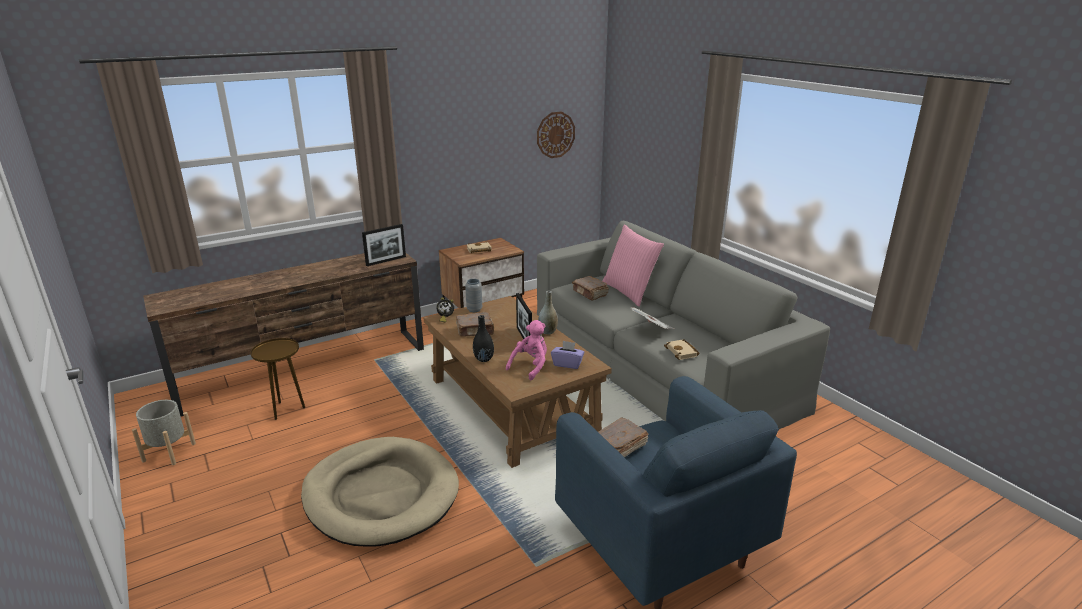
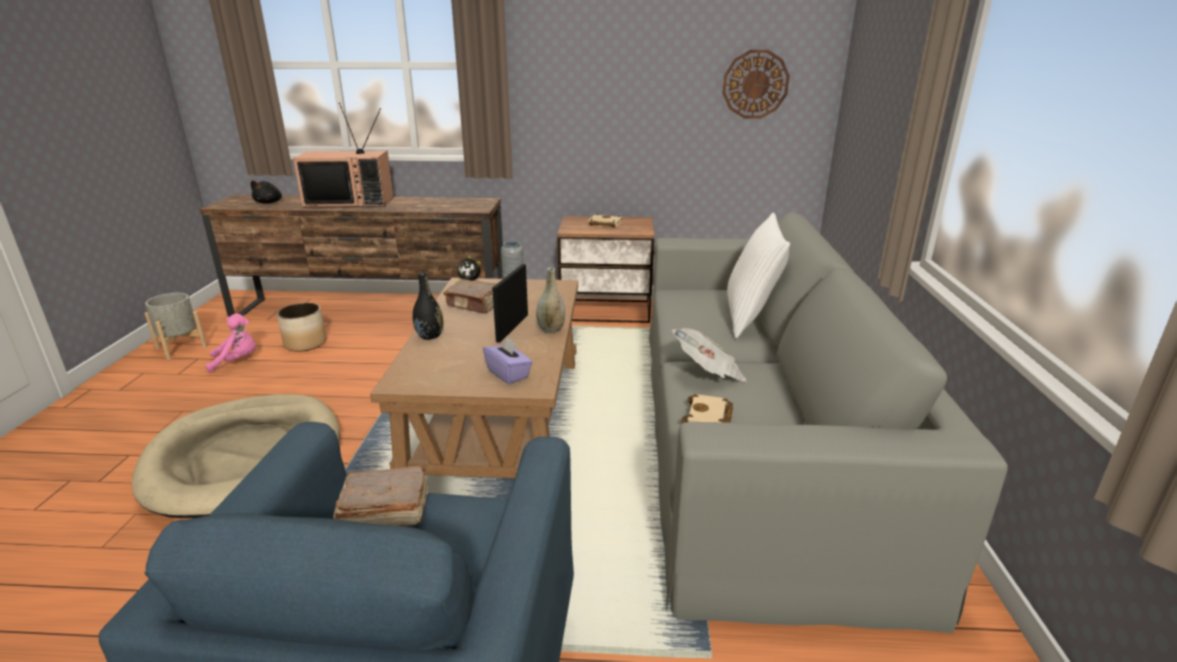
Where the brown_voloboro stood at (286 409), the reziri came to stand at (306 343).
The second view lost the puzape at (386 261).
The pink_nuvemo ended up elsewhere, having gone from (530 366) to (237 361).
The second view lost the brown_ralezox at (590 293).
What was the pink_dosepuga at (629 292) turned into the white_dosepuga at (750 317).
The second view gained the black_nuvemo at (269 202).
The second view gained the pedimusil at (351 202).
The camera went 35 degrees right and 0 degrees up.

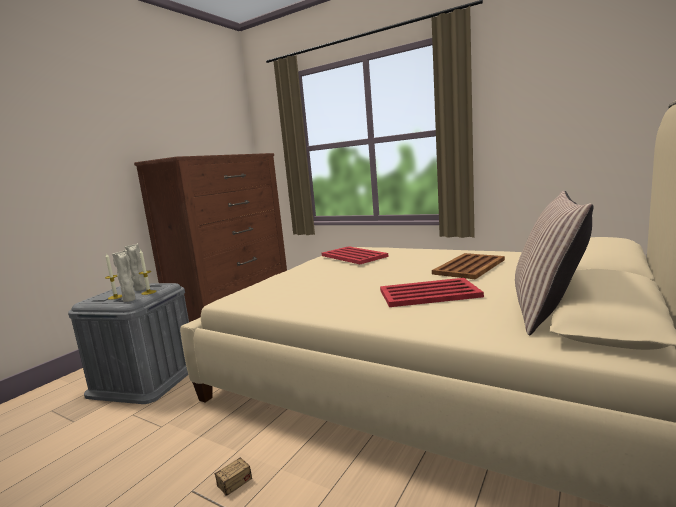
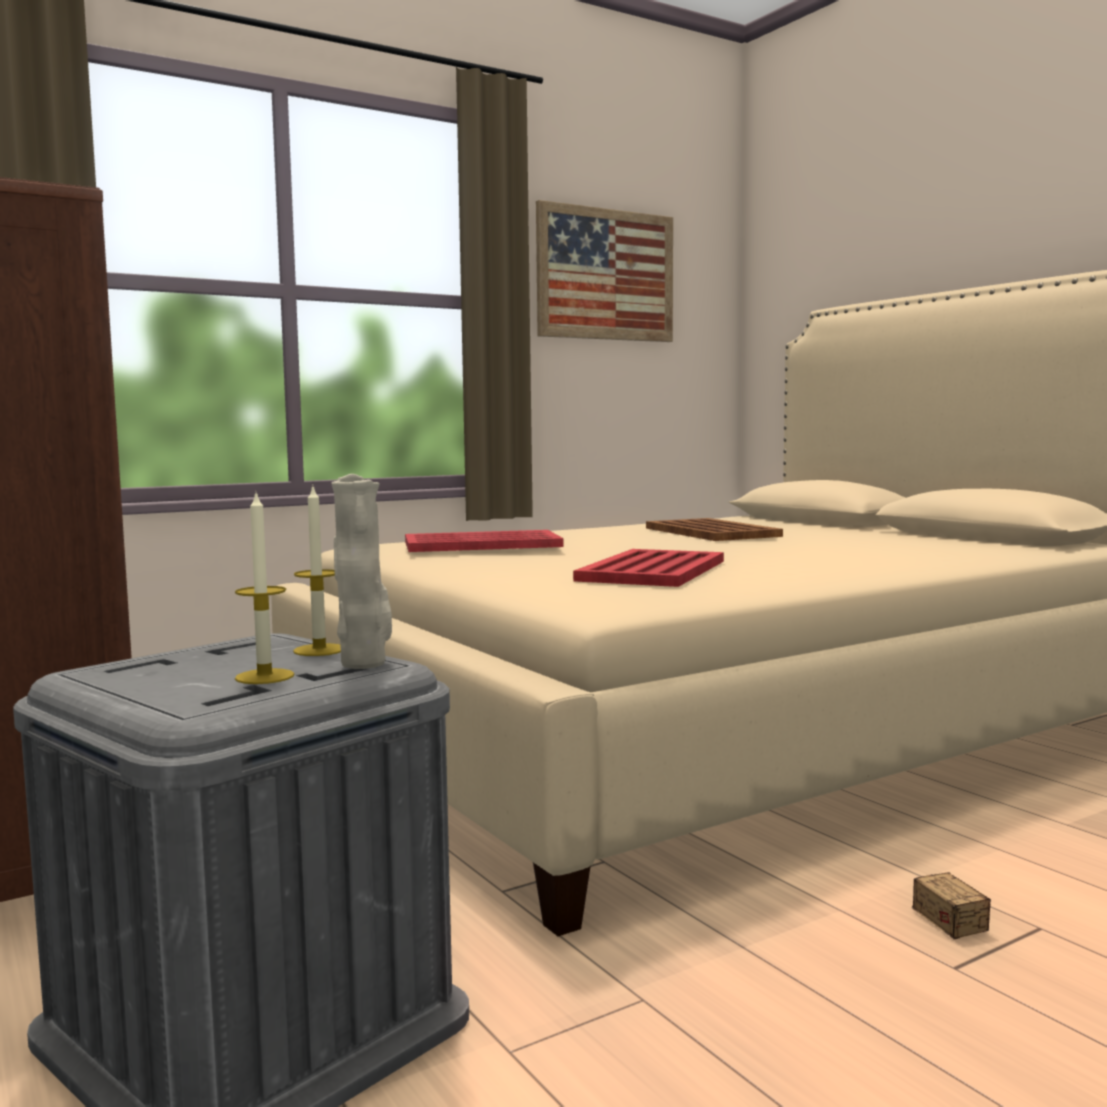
The second view lost the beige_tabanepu at (140 289).
The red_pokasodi ended up elsewhere, having gone from (428 294) to (651 571).
The second view lost the dosepuga at (546 311).
The second view gained the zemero at (605 275).
The camera went 65 degrees left and 5 degrees down.

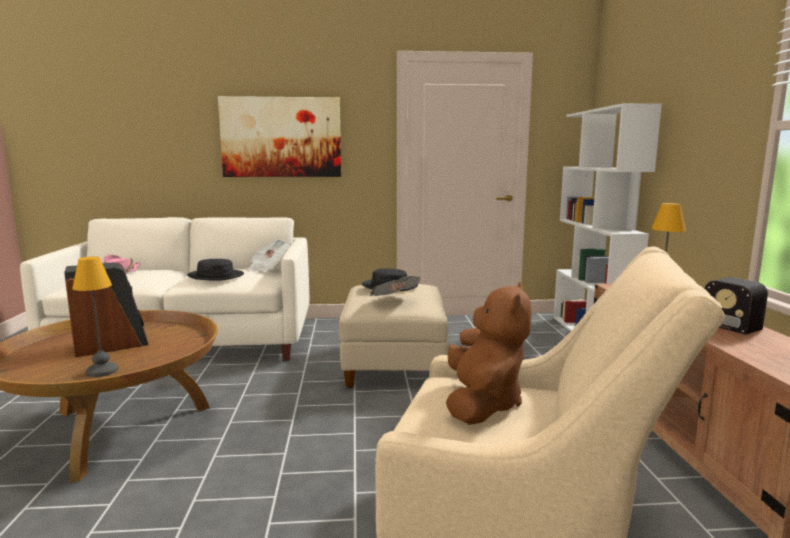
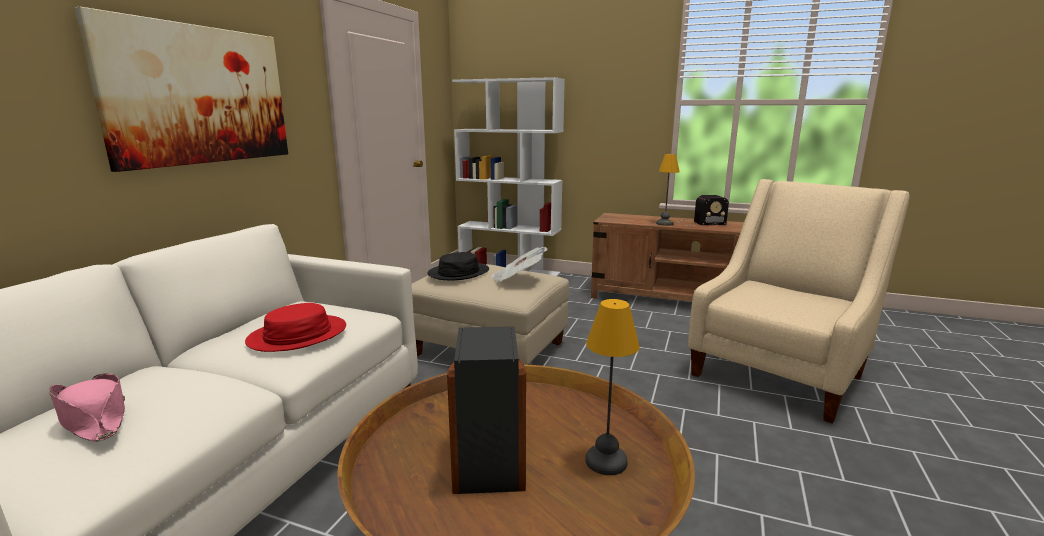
What was the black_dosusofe at (215 276) turned into the red_dosusofe at (298 335).
The second view lost the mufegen at (269 267).
The second view lost the brown_nuvemo at (482 404).
The camera went 65 degrees left and 5 degrees up.

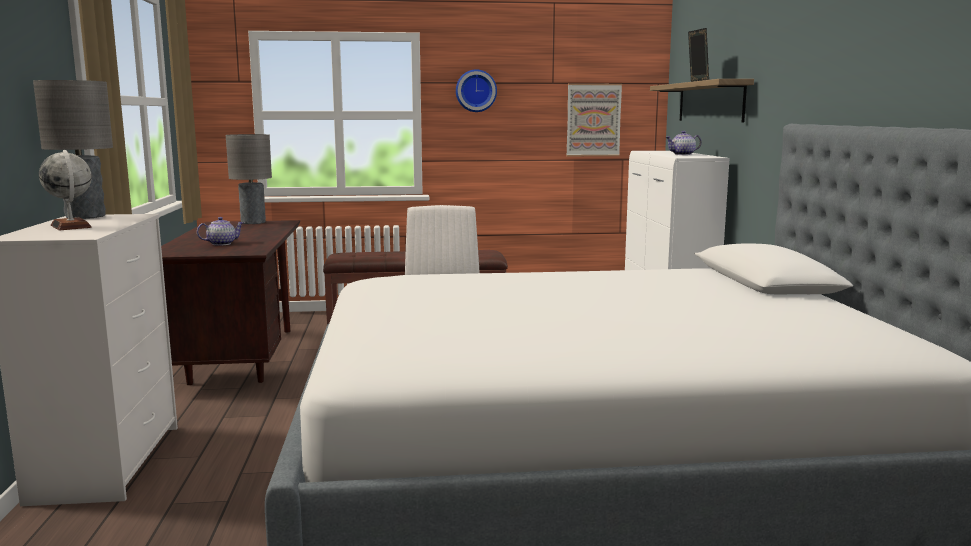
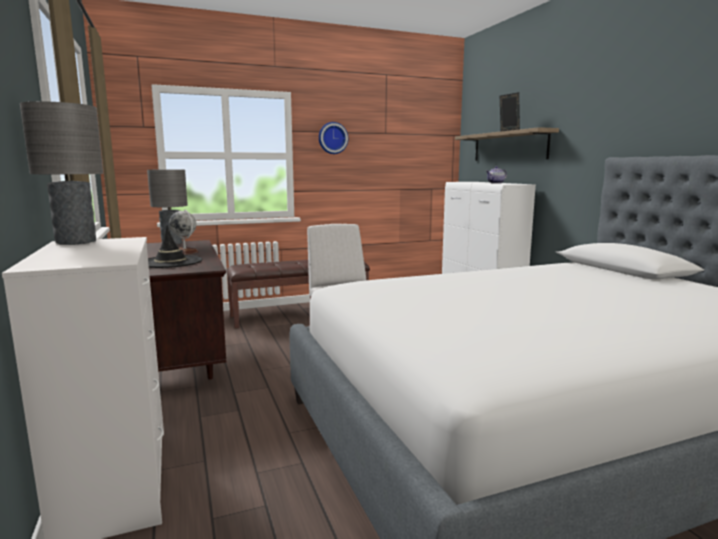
The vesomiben ended up elsewhere, having gone from (71 226) to (185 252).
Where the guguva stood at (222 244), the black_dosusofe came to stand at (170 262).
The second view lost the zemero at (593 120).
The camera went 15 degrees left and 0 degrees up.

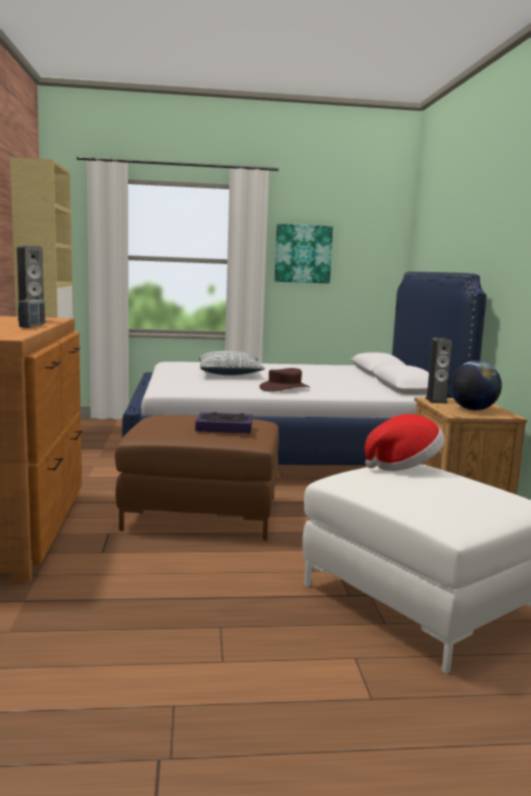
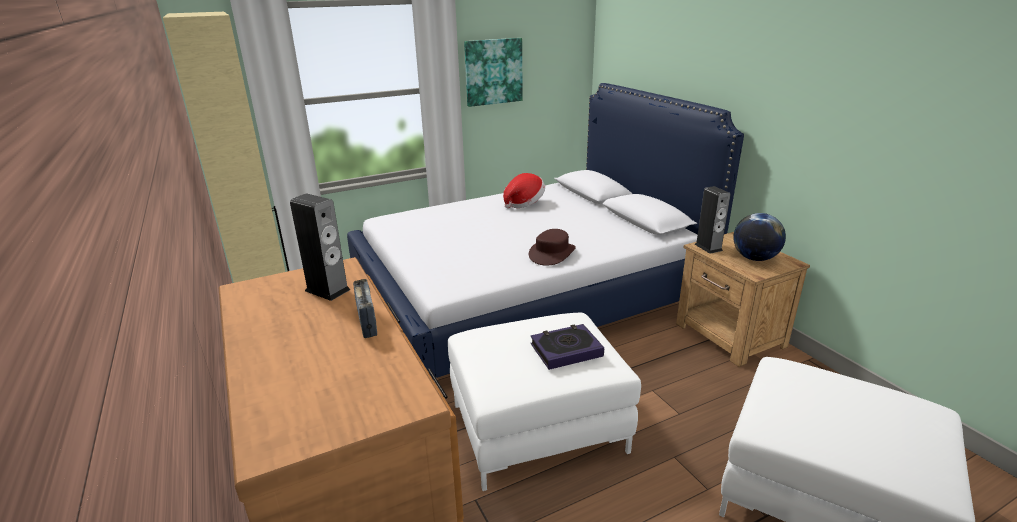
What was the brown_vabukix at (202 513) turned into the white_vabukix at (537 427).
The second view lost the dosepuga at (230 374).
The dosusofe ended up elsewhere, having gone from (404 466) to (524 203).
The camera went 20 degrees left and 15 degrees up.

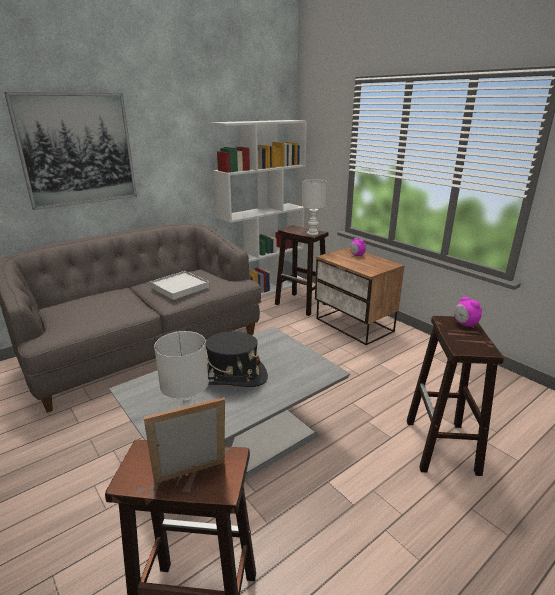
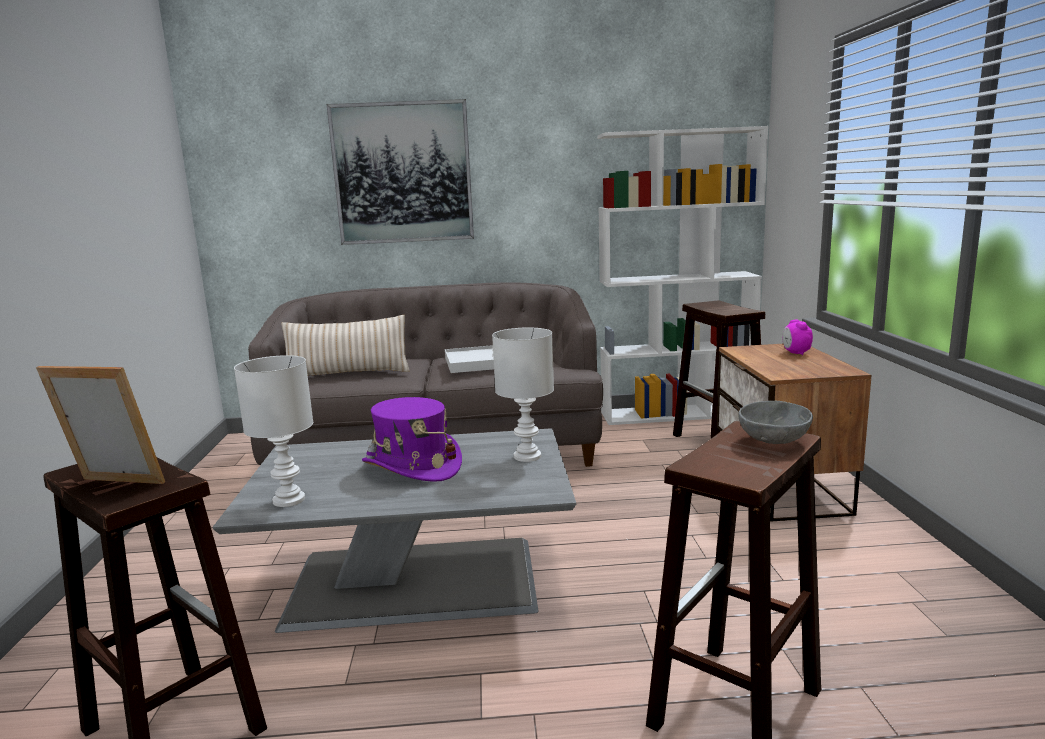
What was the black_dosusofe at (233 377) turned into the purple_dosusofe at (412 466).
The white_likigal ended up elsewhere, having gone from (313 233) to (528 457).
Where the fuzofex stood at (465 324), the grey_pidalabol came to stand at (775 440).
The second view gained the beige_dosepuga at (348 374).
The camera went 35 degrees right and 10 degrees down.

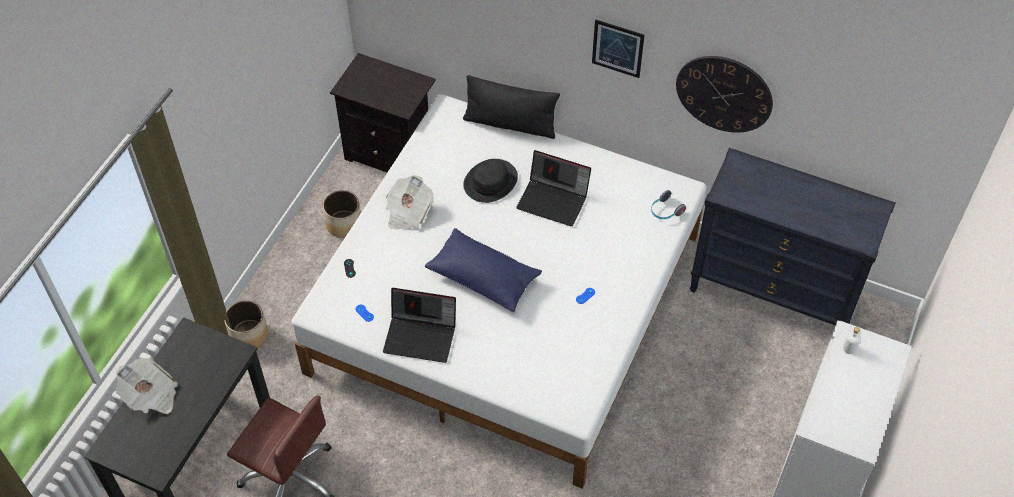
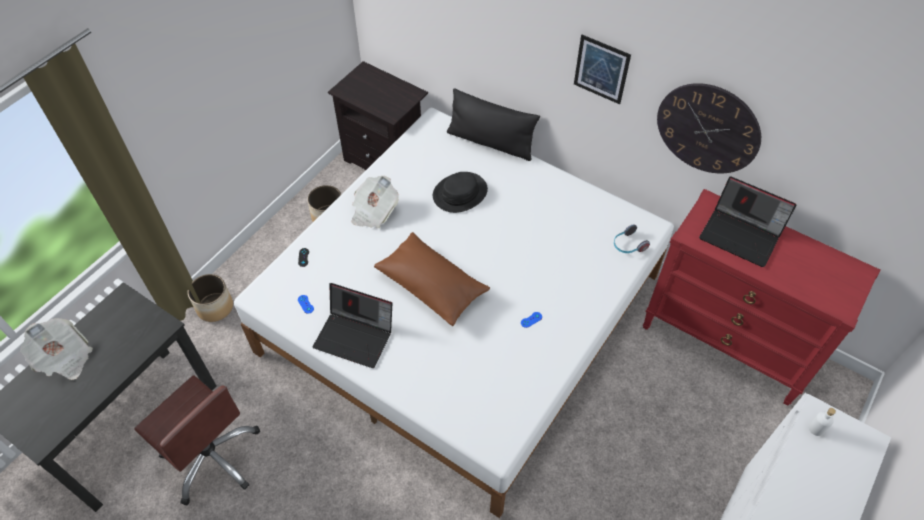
What was the blue_dosepuga at (483 278) turned into the brown_dosepuga at (432 286).
The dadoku ended up elsewhere, having gone from (554 200) to (741 235).
What was the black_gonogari at (774 293) turned into the red_gonogari at (727 342).
The camera went 10 degrees right and 0 degrees up.

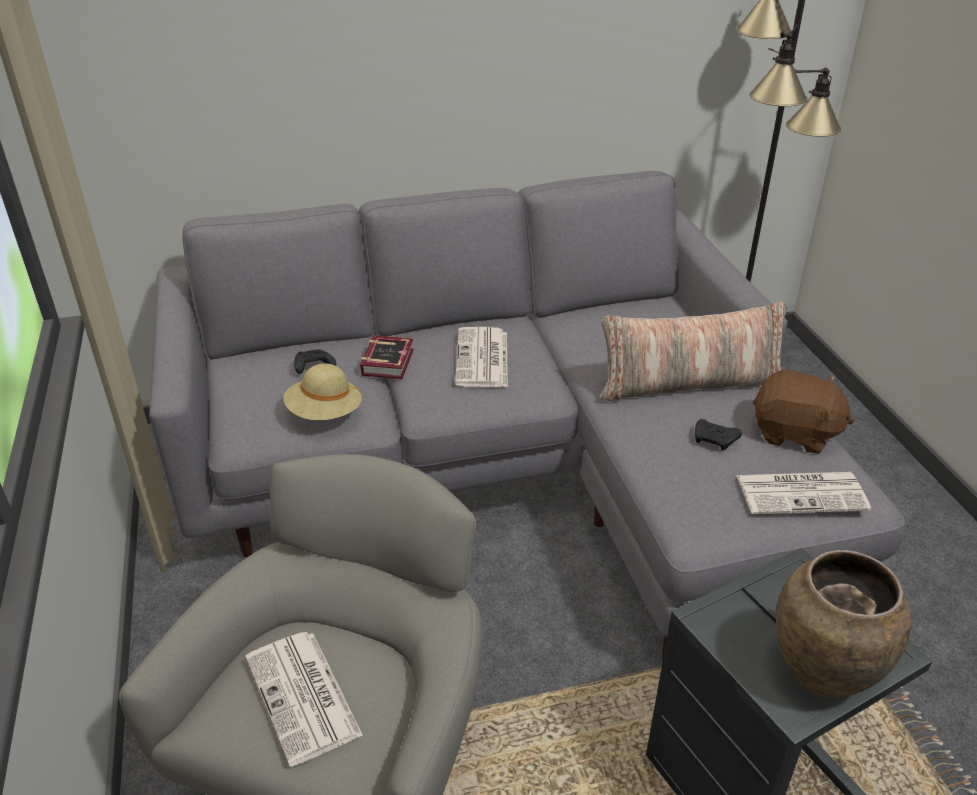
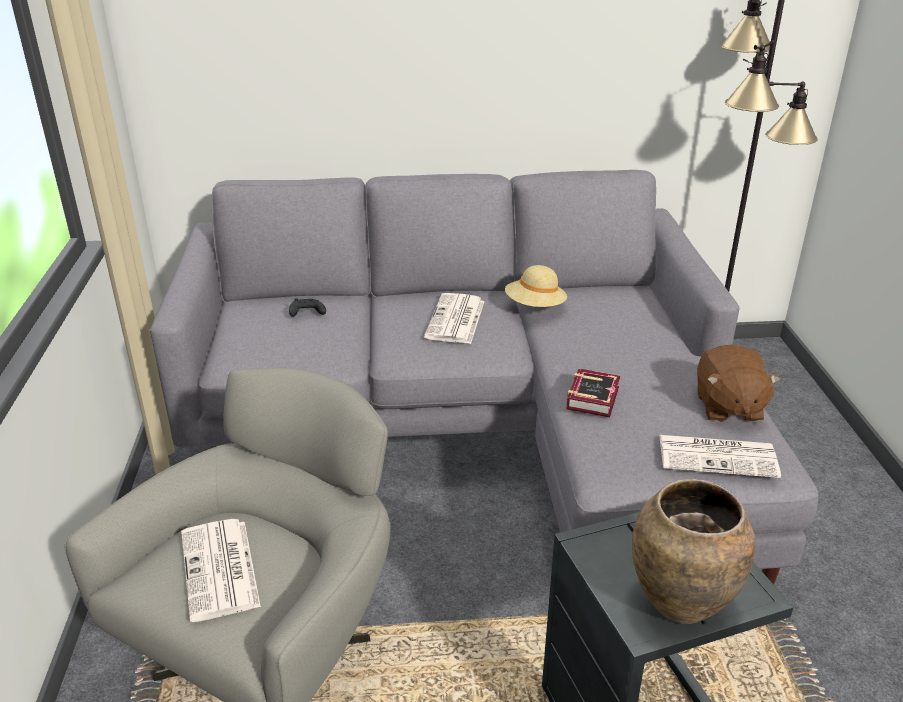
The beige_dosusofe ended up elsewhere, having gone from (324 413) to (535 307).
The ralezox ended up elsewhere, having gone from (390 361) to (595 397).
The second view lost the dosepuga at (689 384).
The second view lost the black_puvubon at (715 440).
The brown_nuvemo at (794 433) ended up facing another way, 60 degrees clockwise from before.
The camera went 10 degrees right and 5 degrees down.

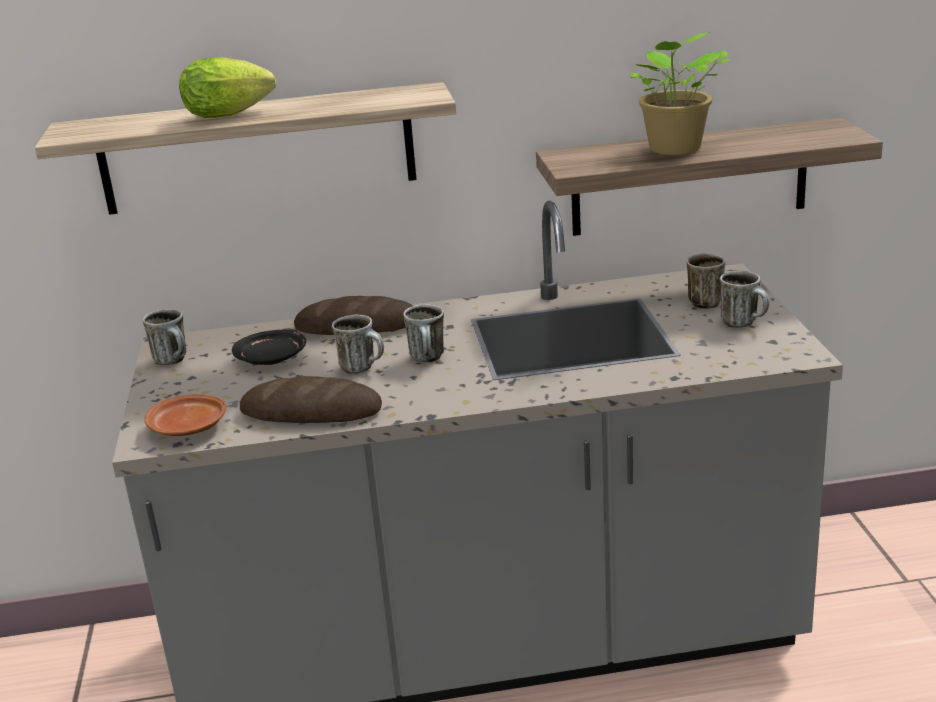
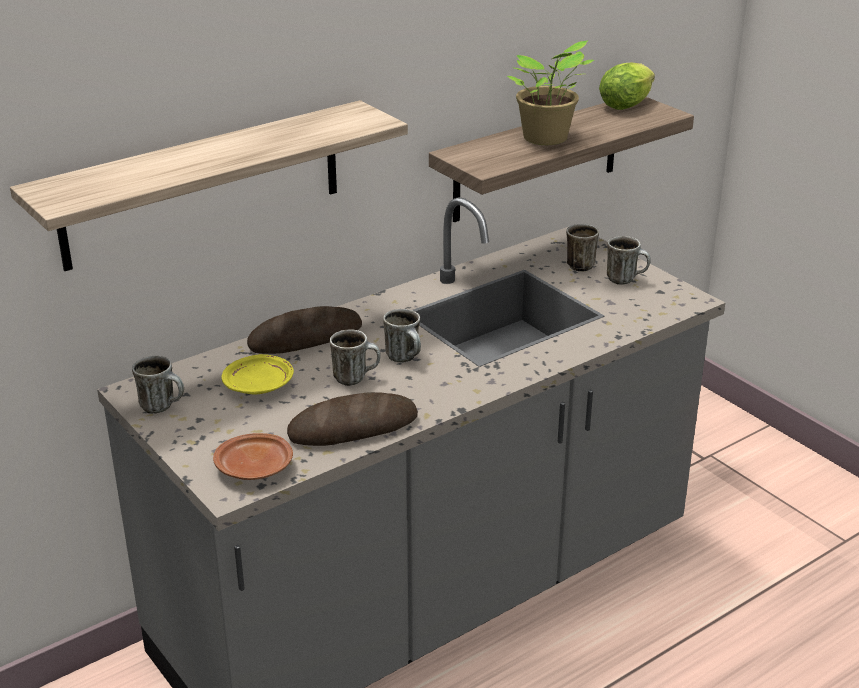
The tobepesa ended up elsewhere, having gone from (233 114) to (628 104).
What was the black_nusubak at (272 358) turned into the yellow_nusubak at (259 385).
The camera went 30 degrees left and 5 degrees up.

